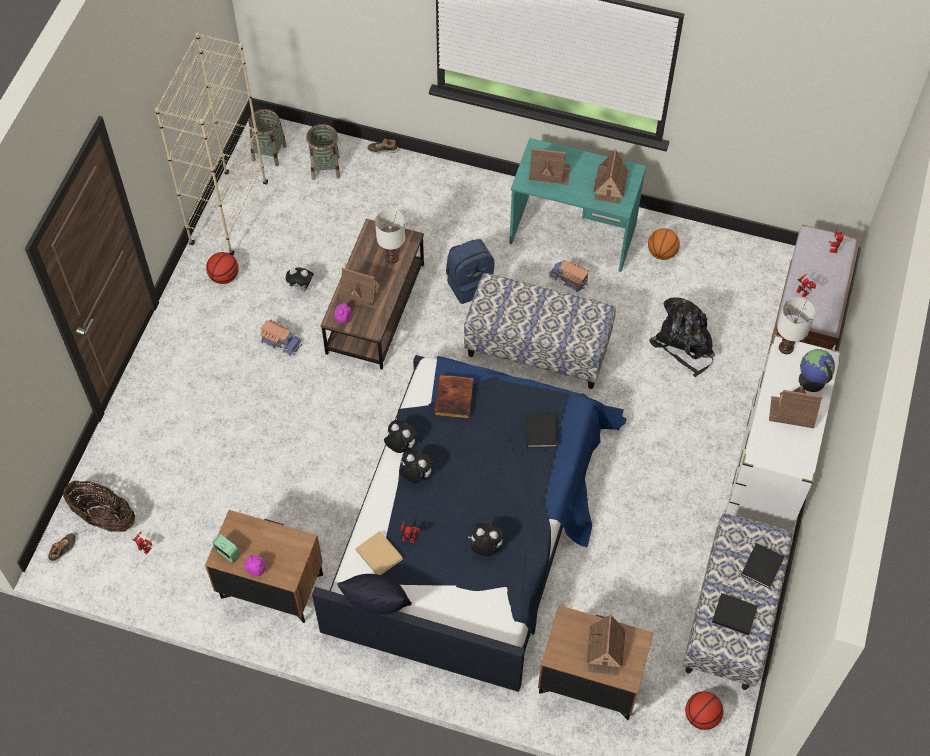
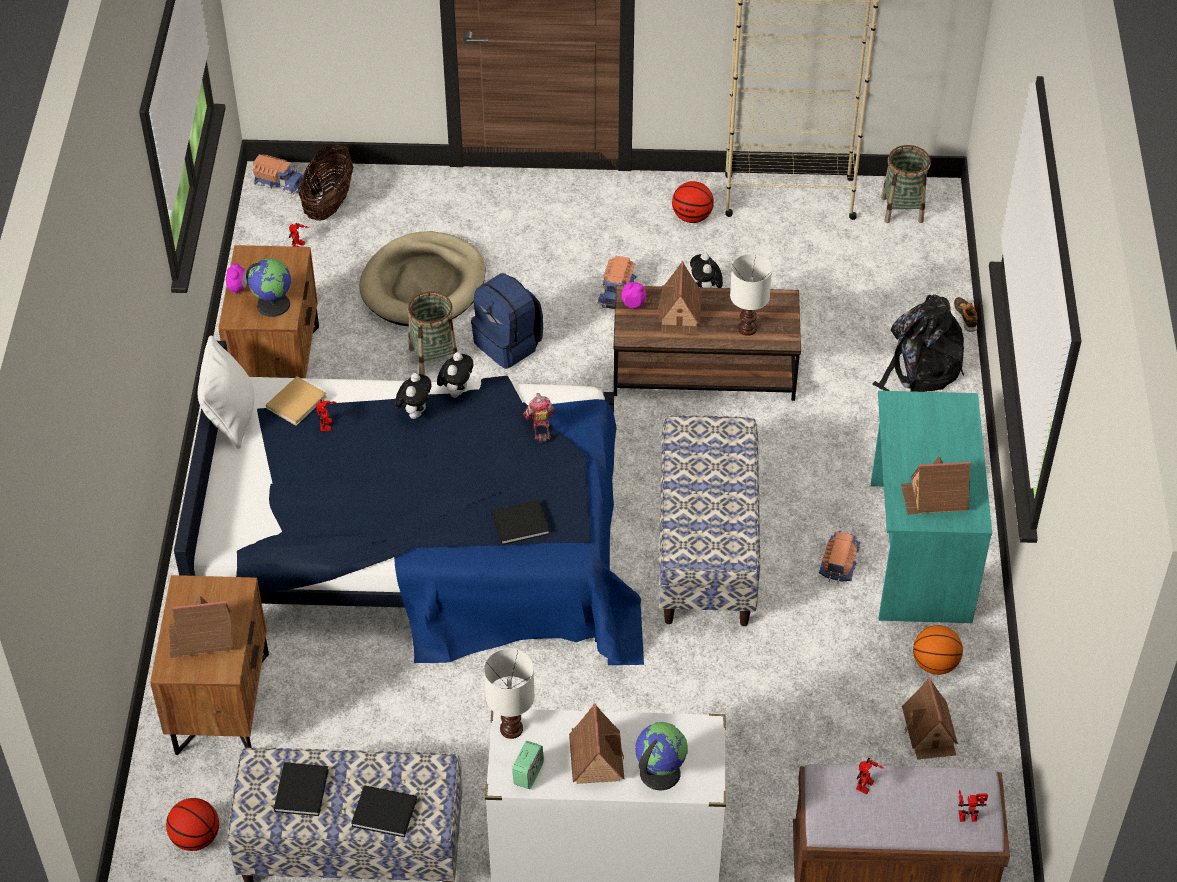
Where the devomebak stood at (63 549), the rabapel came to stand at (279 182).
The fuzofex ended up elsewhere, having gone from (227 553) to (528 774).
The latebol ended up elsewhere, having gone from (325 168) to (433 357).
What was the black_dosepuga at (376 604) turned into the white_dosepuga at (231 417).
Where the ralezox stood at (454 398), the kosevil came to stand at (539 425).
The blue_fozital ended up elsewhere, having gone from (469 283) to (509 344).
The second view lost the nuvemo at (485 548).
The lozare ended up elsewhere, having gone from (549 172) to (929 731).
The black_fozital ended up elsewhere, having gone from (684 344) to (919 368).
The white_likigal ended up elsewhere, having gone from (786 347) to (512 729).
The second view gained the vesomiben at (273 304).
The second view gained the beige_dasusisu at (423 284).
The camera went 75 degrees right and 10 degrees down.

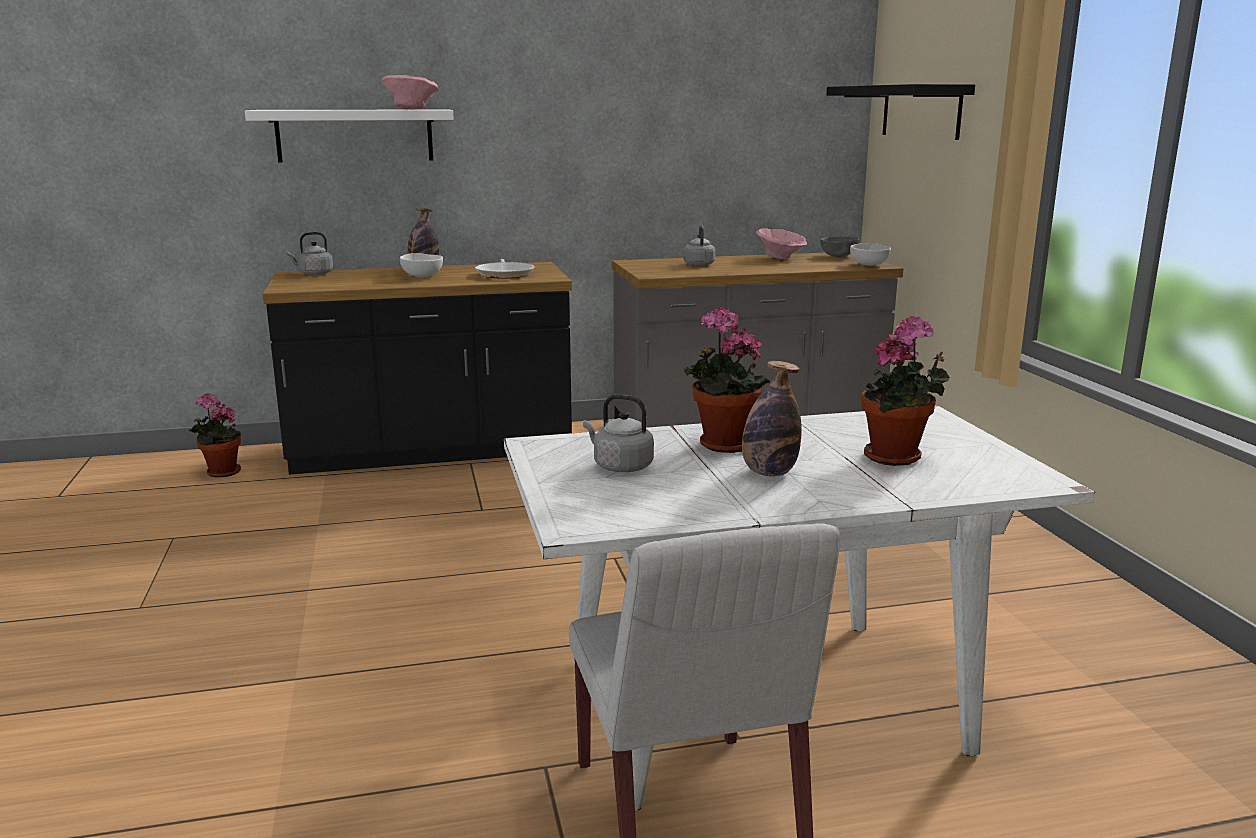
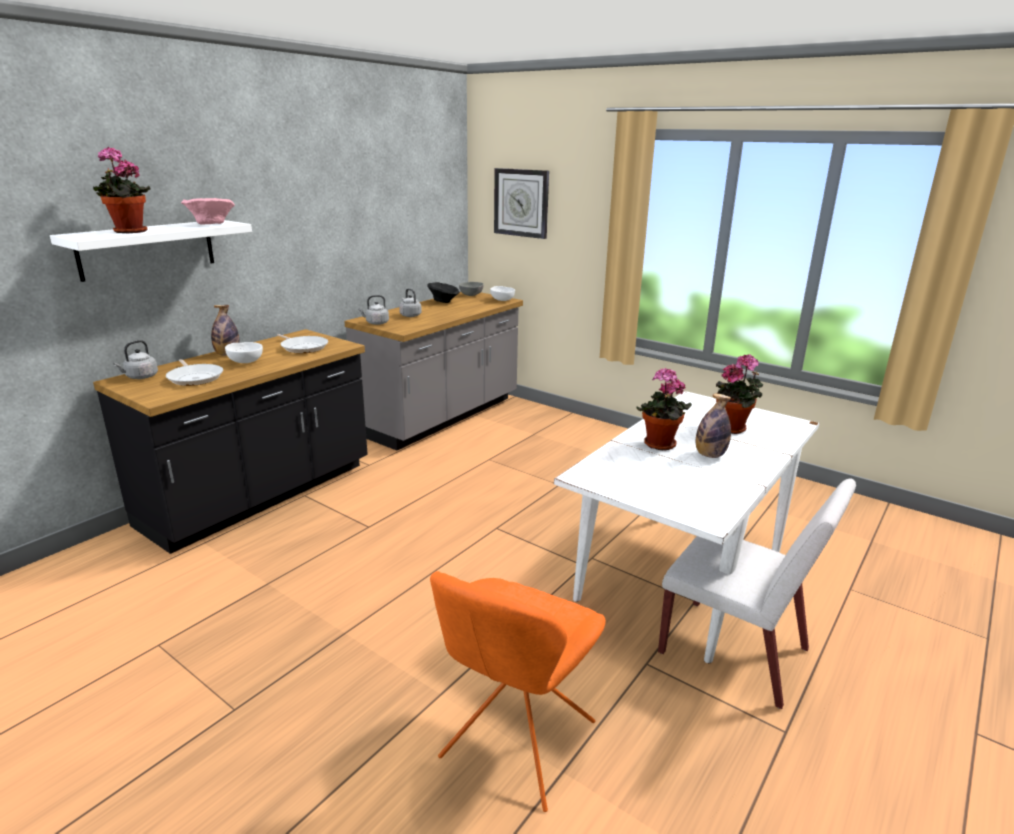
The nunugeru ended up elsewhere, having gone from (220 473) to (128 232).
The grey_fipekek ended up elsewhere, having gone from (620 466) to (376 323).
What was the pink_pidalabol at (780 258) turned into the black_pidalabol at (443 302).
Where the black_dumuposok hung at (921 111), the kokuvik came to hang at (521 203).
The second view gained the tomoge at (195 377).
The second view gained the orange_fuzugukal at (515 744).
The camera went 40 degrees left and 5 degrees up.

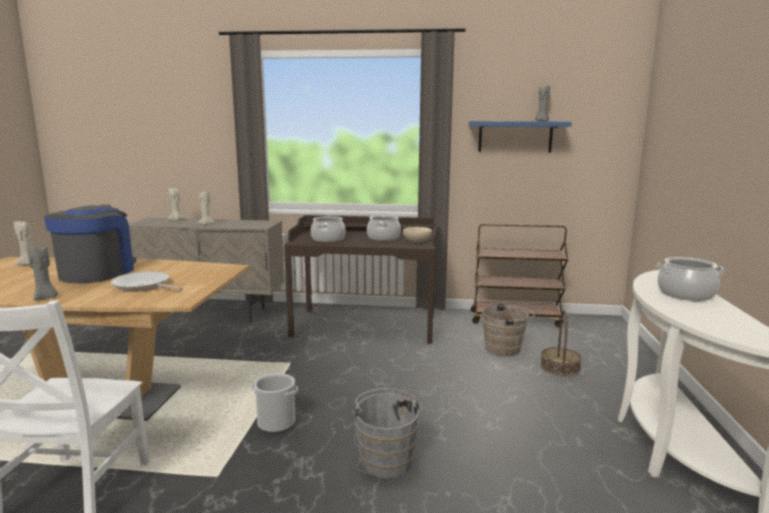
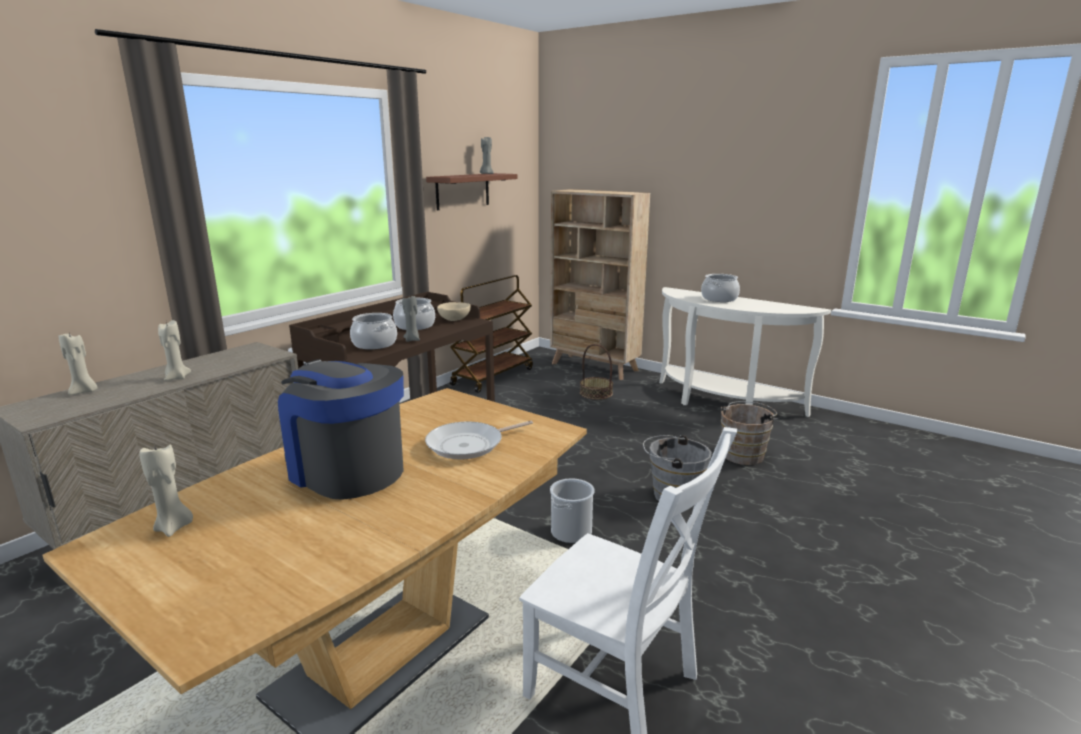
The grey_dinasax ended up elsewhere, having gone from (46 298) to (412 340).
What was the blue_dumuposok at (515 136) turned into the brown_dumuposok at (462 191).
The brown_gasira ended up elsewhere, having gone from (506 349) to (744 454).
The second view gained the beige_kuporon at (594 367).
The camera went 60 degrees left and 5 degrees up.

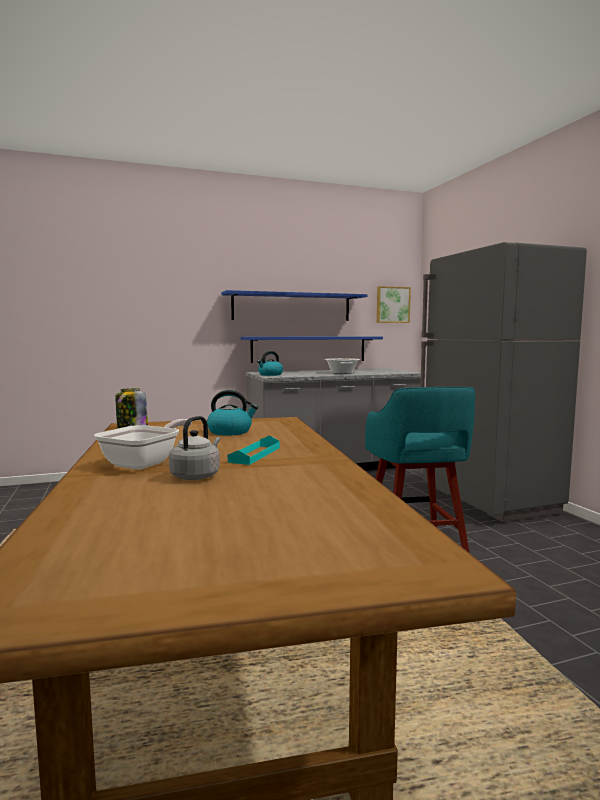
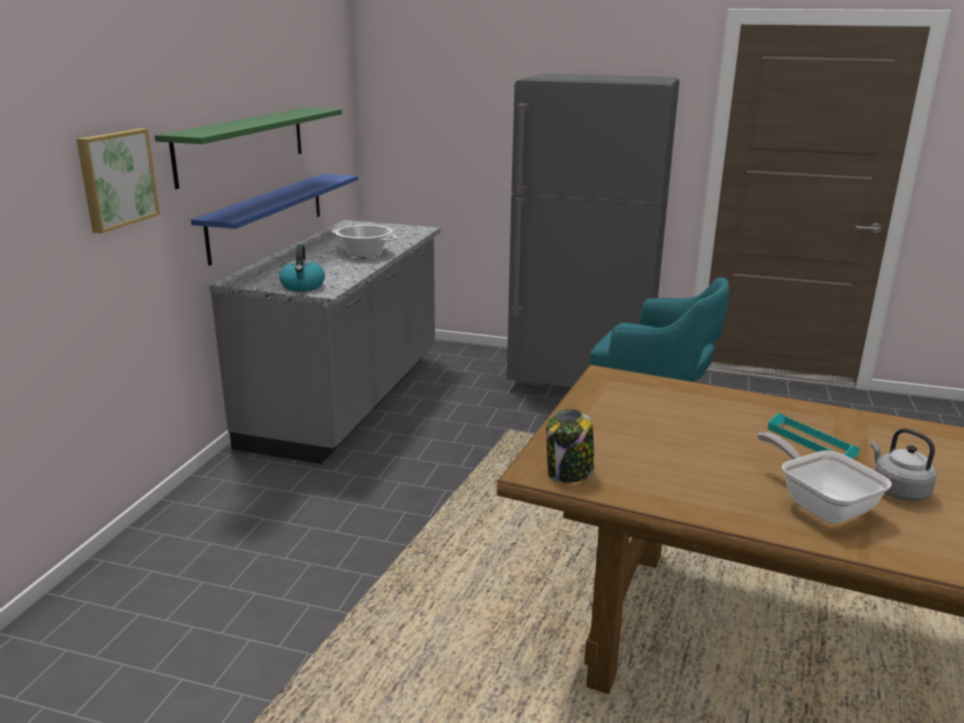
The second view lost the fipekek at (230 432).
What was the blue_dumuposok at (292 307) turned into the green_dumuposok at (243 144).
The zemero ended up elsewhere, having gone from (392 305) to (116 179).
The camera went 55 degrees left and 15 degrees up.

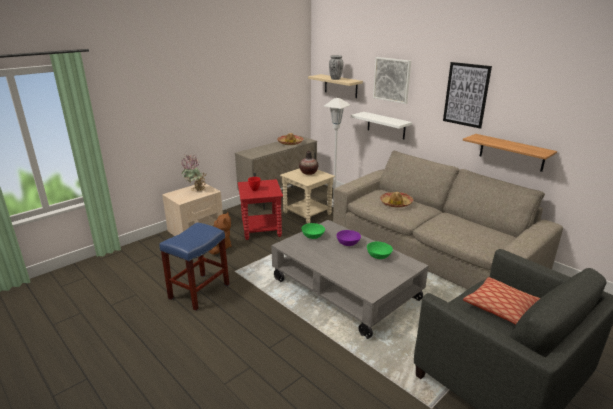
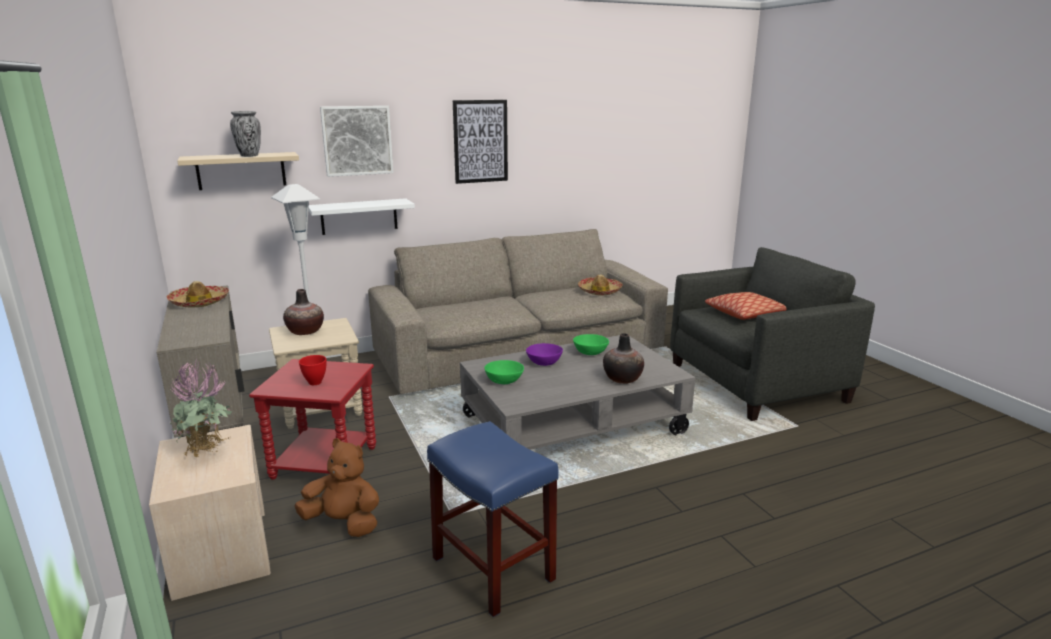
The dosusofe ended up elsewhere, having gone from (396 203) to (599 291).
The second view lost the dumuposok at (511 152).
The second view gained the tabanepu at (622 379).
The camera went 70 degrees left and 5 degrees down.

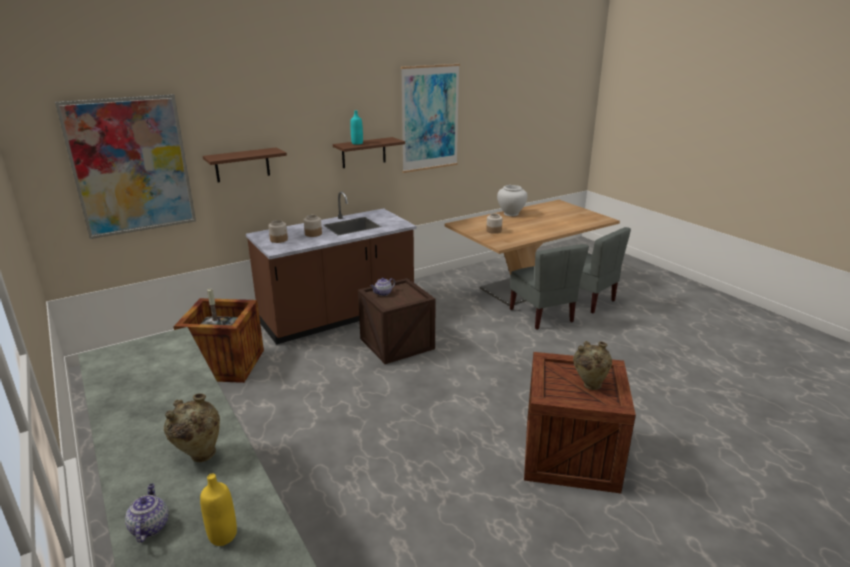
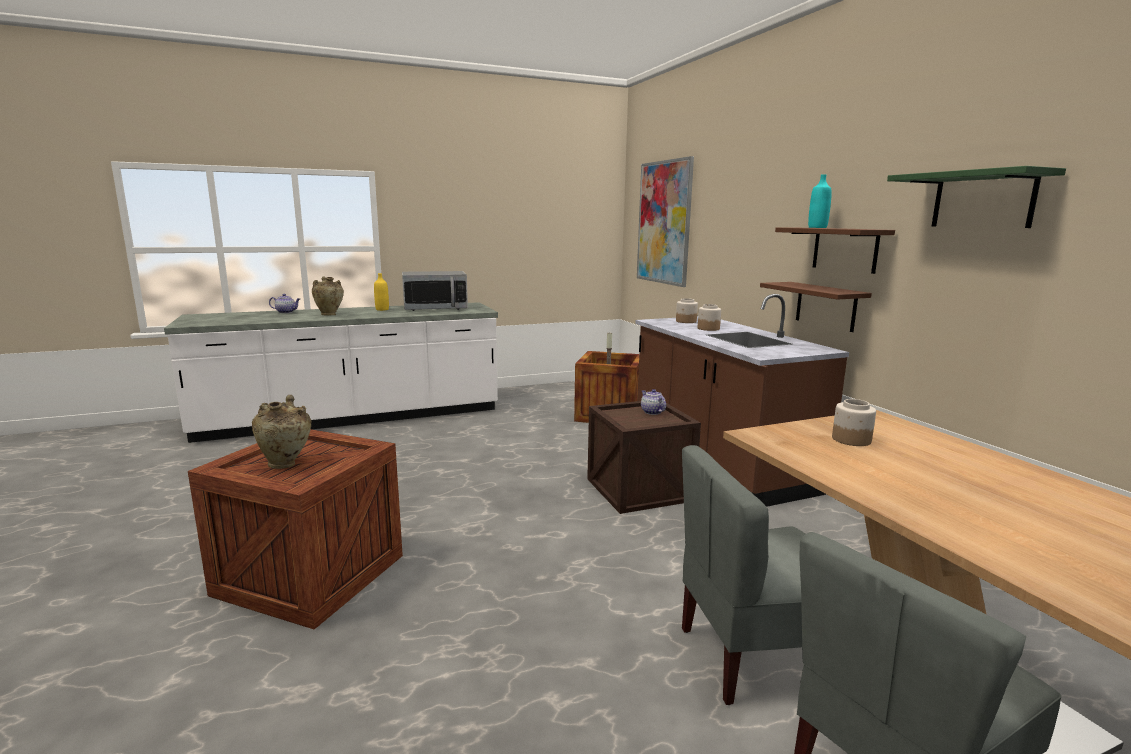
The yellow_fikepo ended up elsewhere, having gone from (223 536) to (382 309).
The brown_dumuposok ended up elsewhere, having gone from (242 165) to (825 306).
Where the zemero hung at (430 118), the green_dumuposok came to hang at (982 200).
The second view lost the white_tabanepu at (511 214).
The second view gained the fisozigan at (435 308).
The camera went 100 degrees right and 10 degrees down.

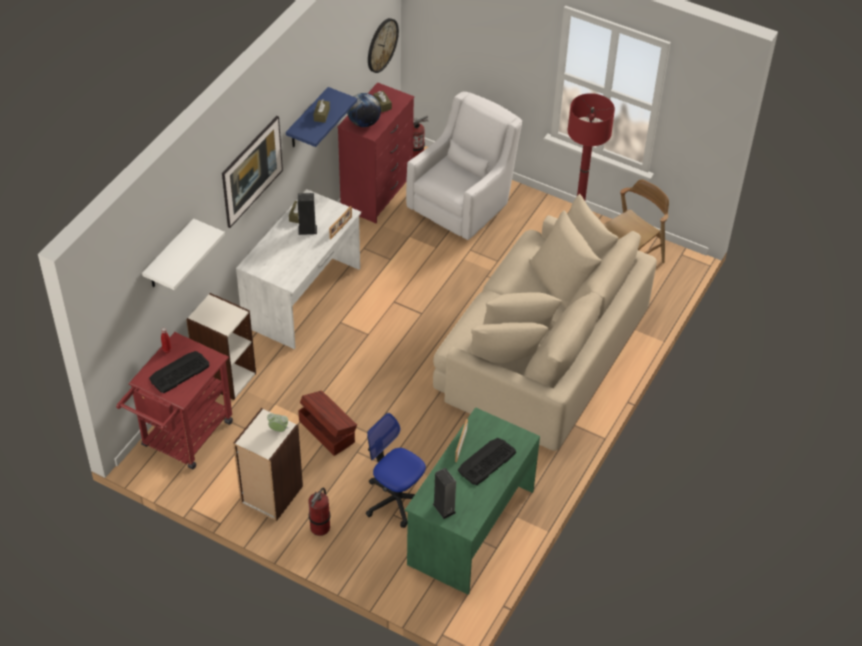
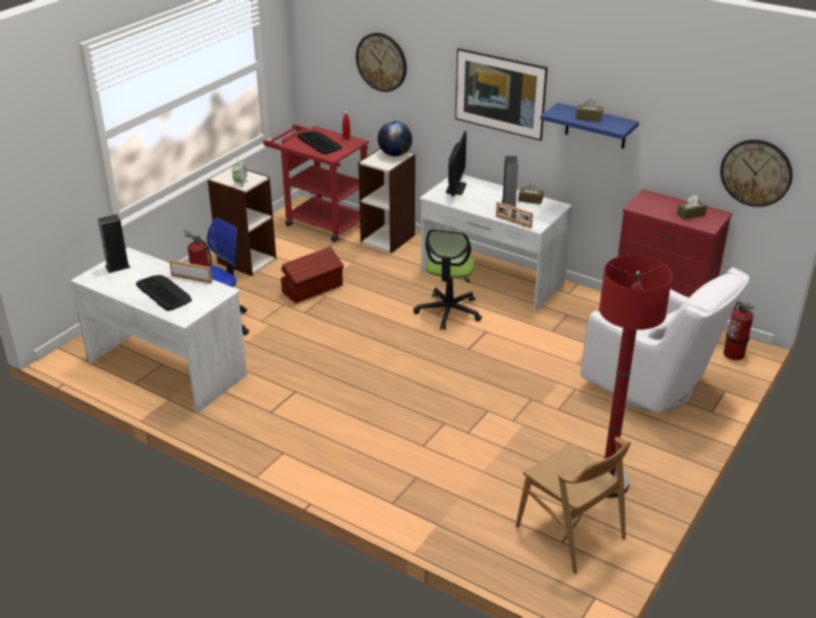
Where the white_dumuposok hung at (169 255), the kokuvik came to hang at (381 62).
The vesomiben ended up elsewhere, having gone from (364 123) to (395 154).
What was the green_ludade at (470 526) turned into the white_ludade at (168 368).
The second view lost the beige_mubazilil at (541 353).
The second view gained the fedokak at (448 312).
The second view gained the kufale at (456 188).
The camera went 95 degrees right and 15 degrees down.

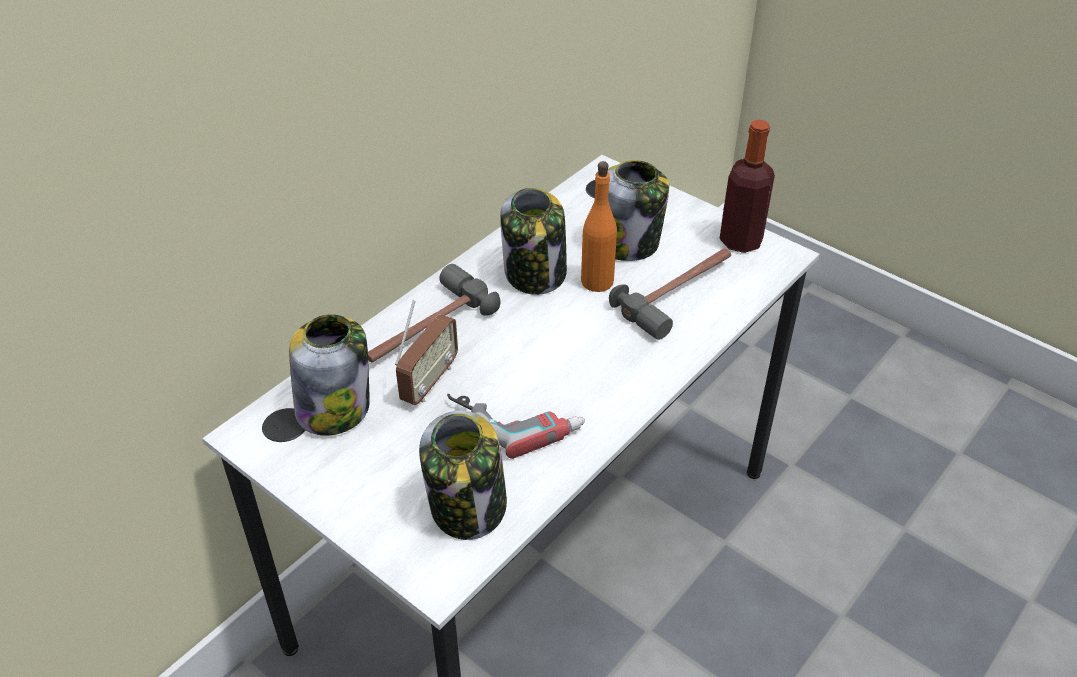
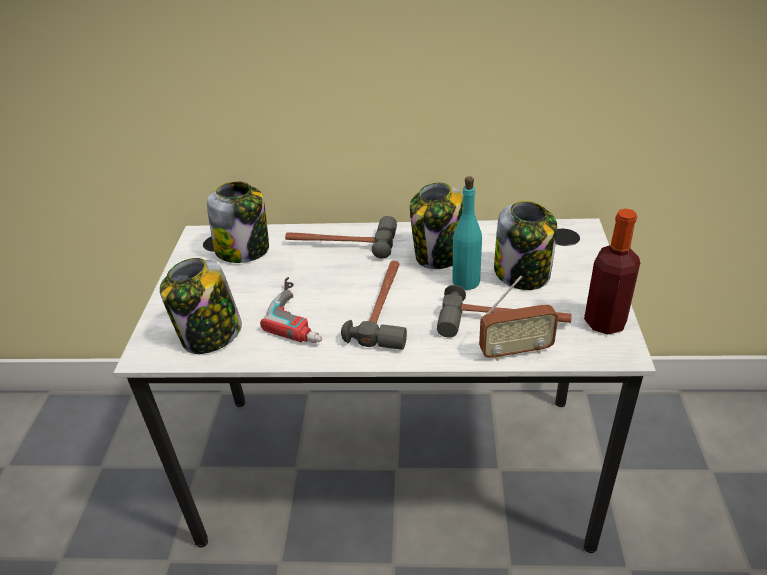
The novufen ended up elsewhere, having gone from (429 382) to (515 351).
What was the orange_fikepo at (597 281) turned into the turquoise_fikepo at (466 281).
The second view gained the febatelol at (385 308).
The camera went 55 degrees right and 5 degrees down.

